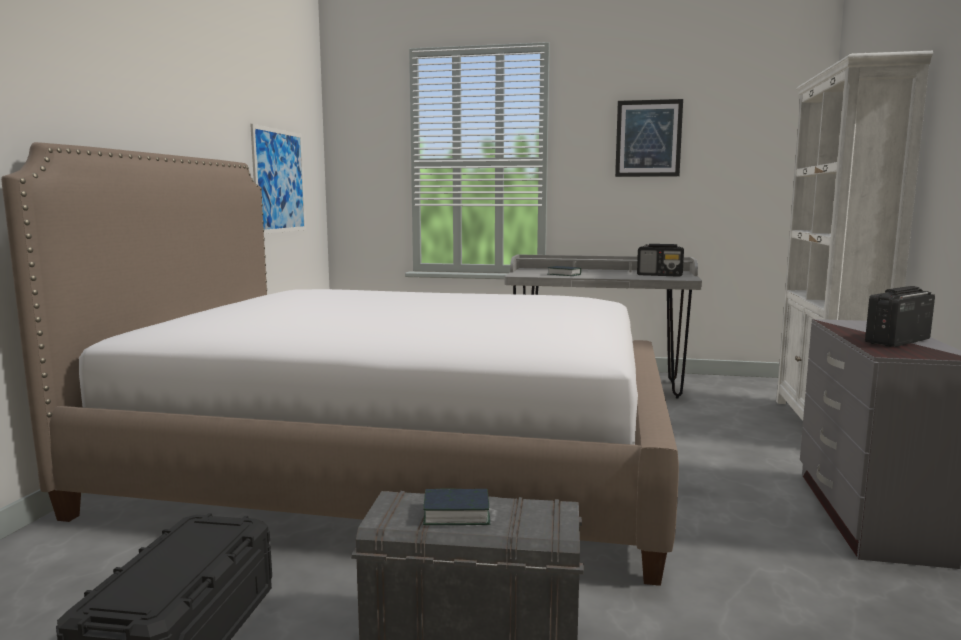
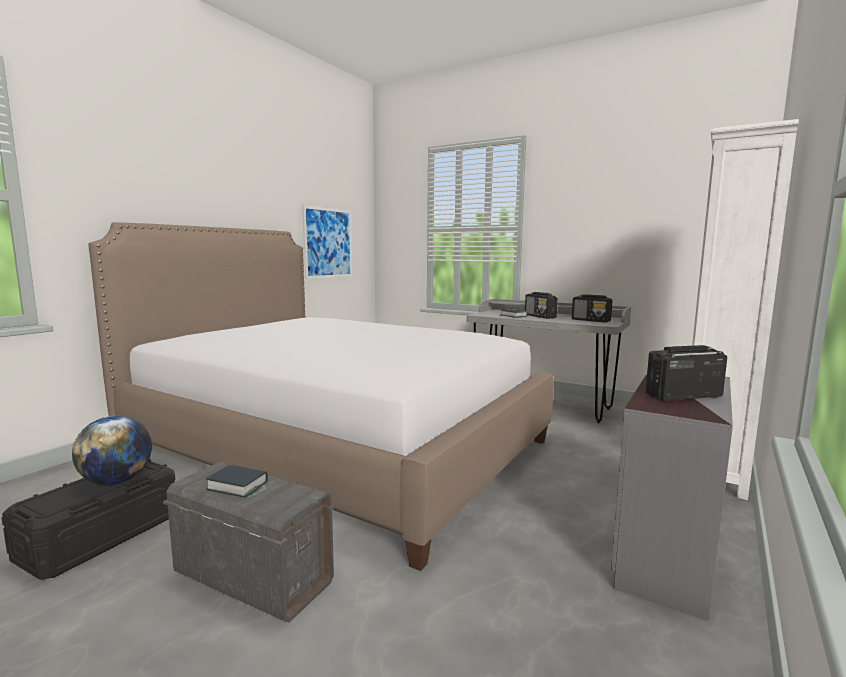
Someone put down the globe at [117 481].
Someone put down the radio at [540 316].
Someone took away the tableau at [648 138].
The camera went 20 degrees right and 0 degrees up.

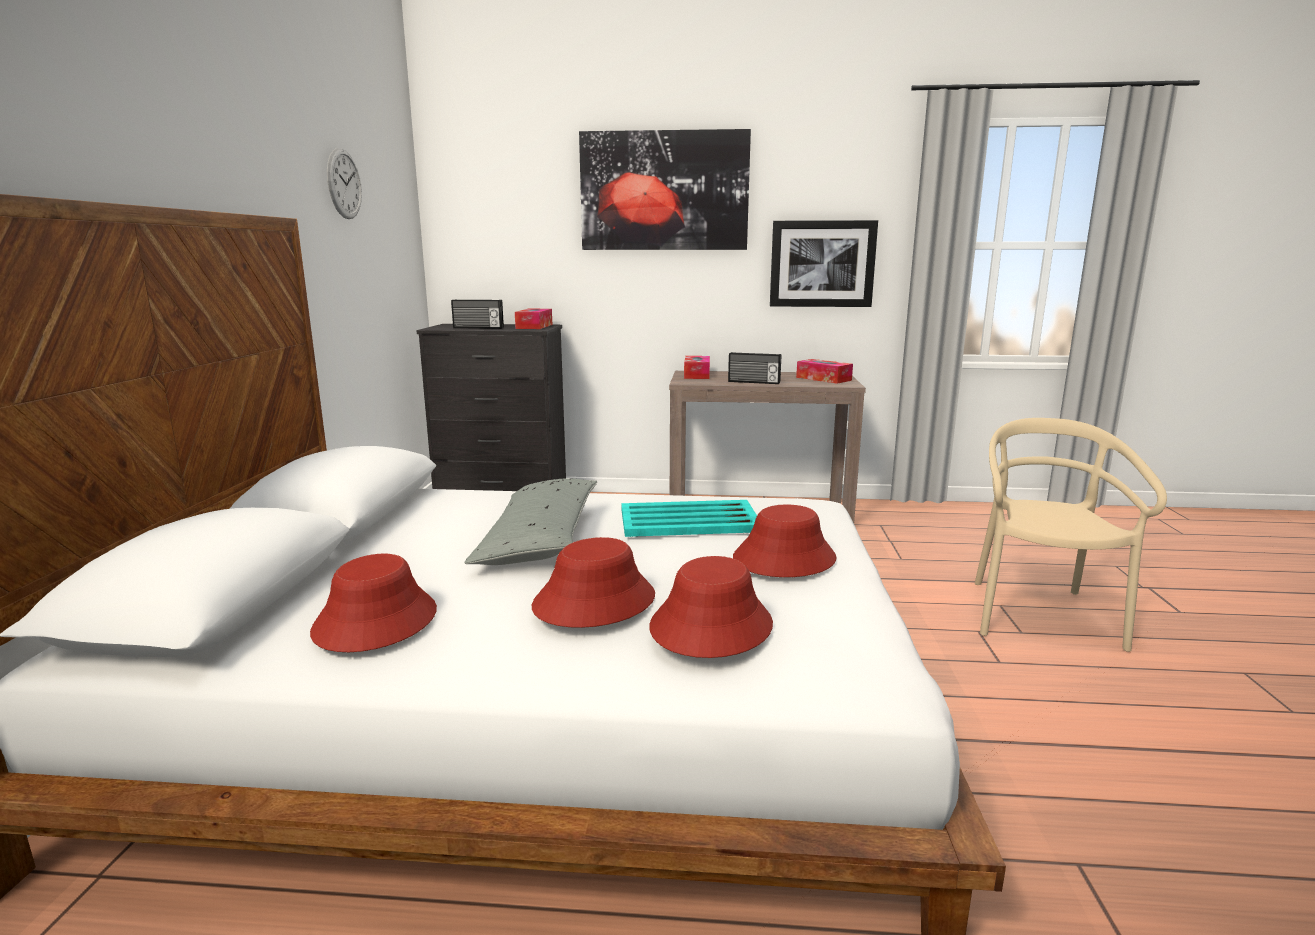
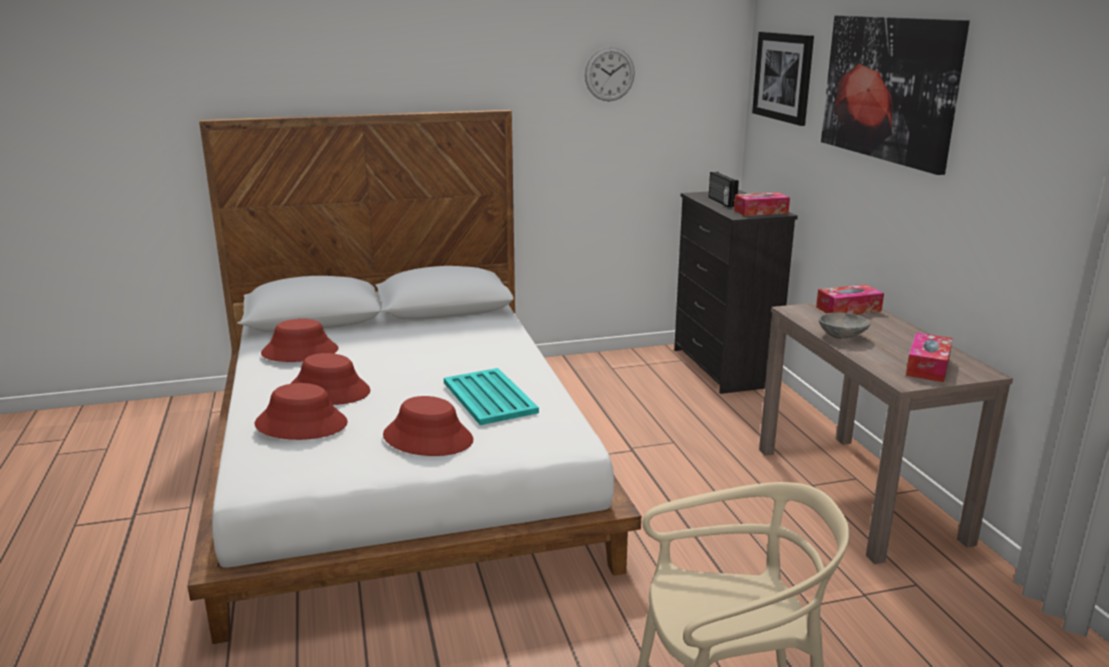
Someone carried the tableau from [822 264] to [783 77].
Someone swapped the radio at [754 382] for the bol [gris] at [843 336].
Someone took away the coussin [gris] at [539 539].
The camera went 70 degrees right and 5 degrees up.

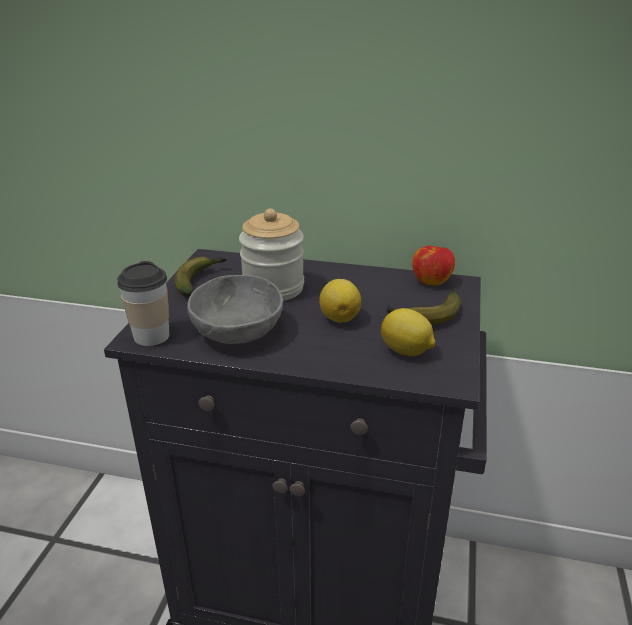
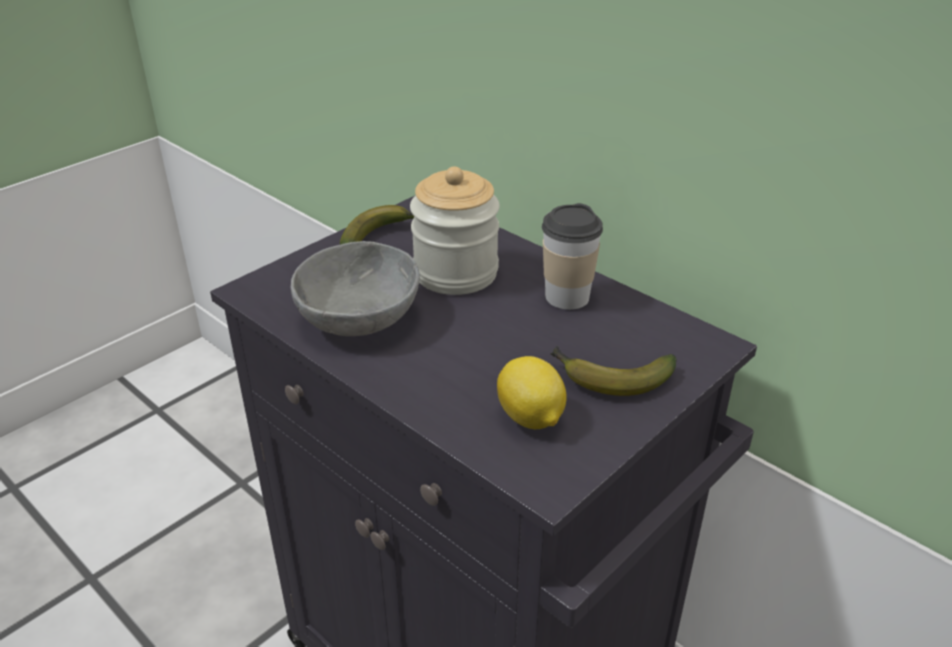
Someone carried the tasse from [151 336] to [567 297].
Someone took away the citron at [340 317].
Someone took away the pomme at [431 281].
The camera went 30 degrees right and 5 degrees up.

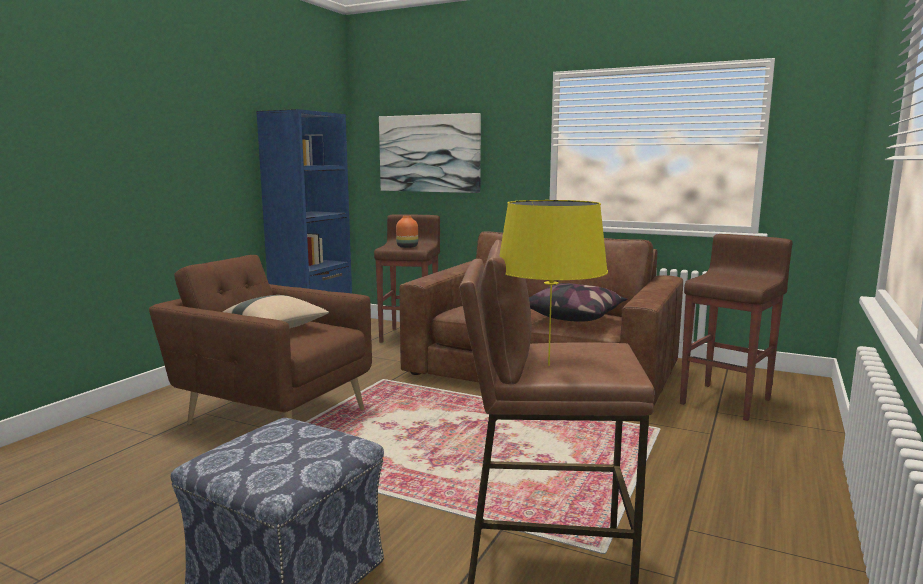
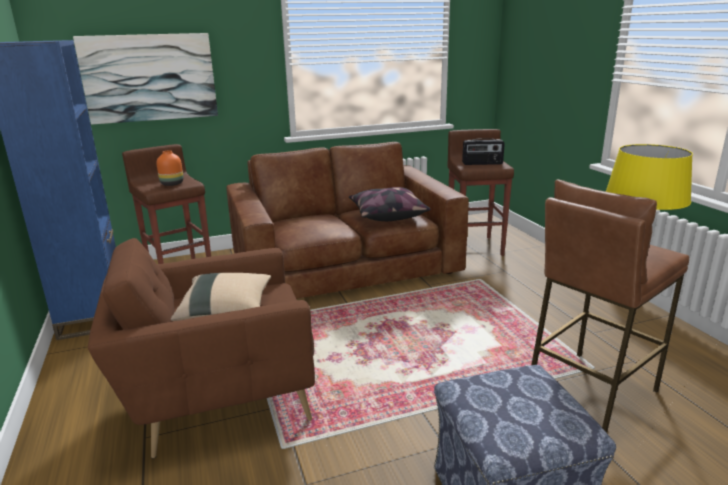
Someone put down the radio at [482 163].
The camera went 45 degrees left and 10 degrees up.

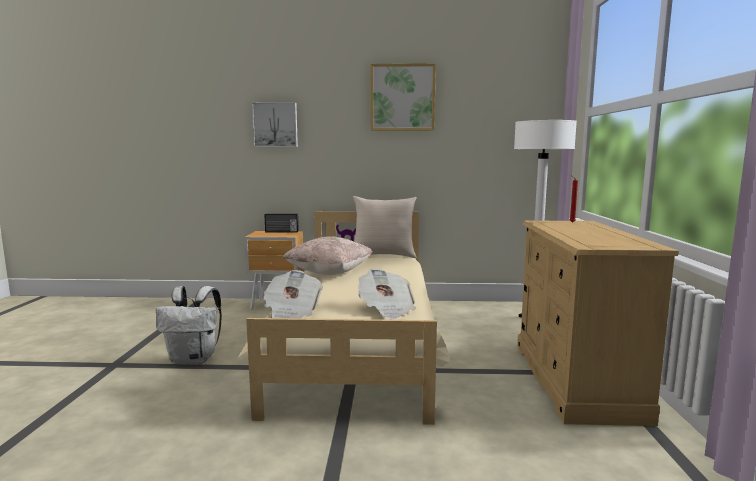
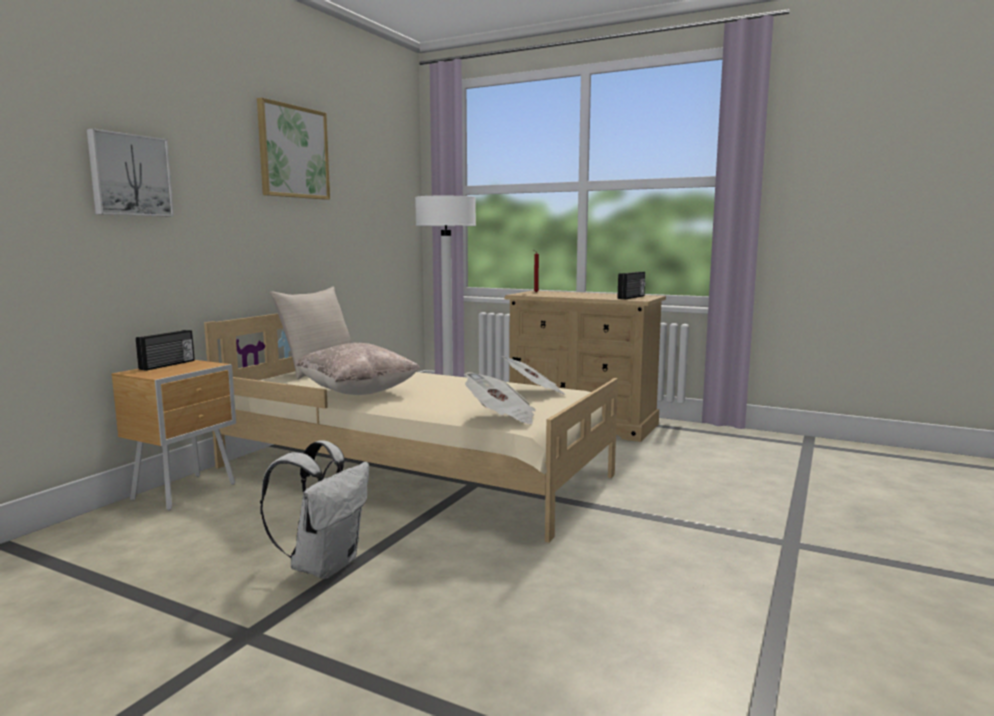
Someone put down the radio at [632 297].
The camera went 65 degrees left and 0 degrees up.

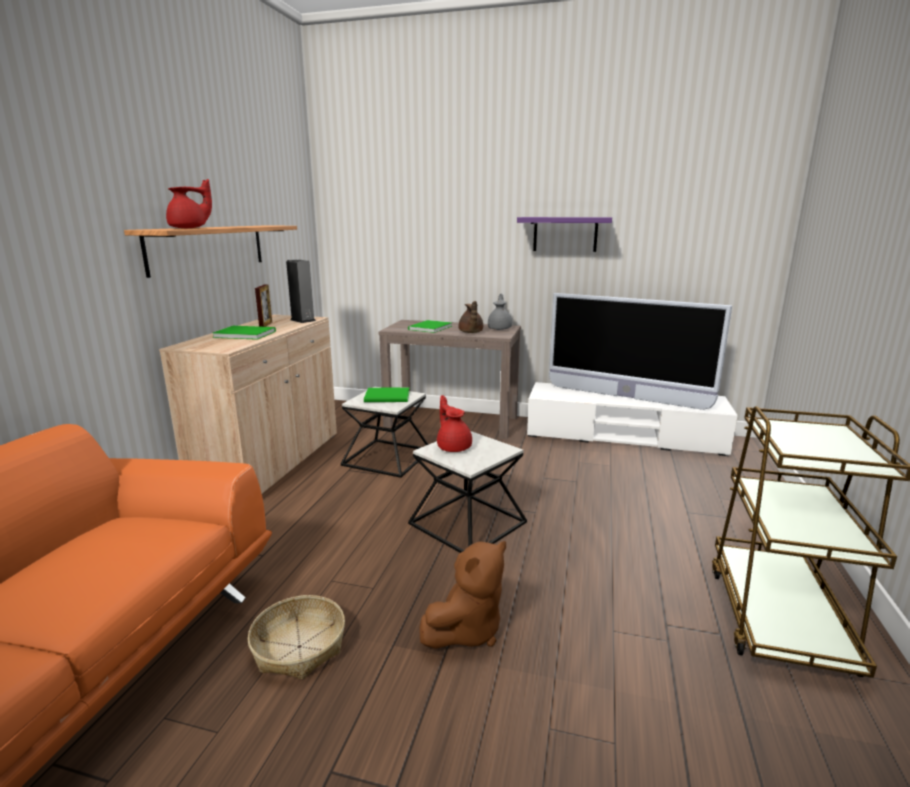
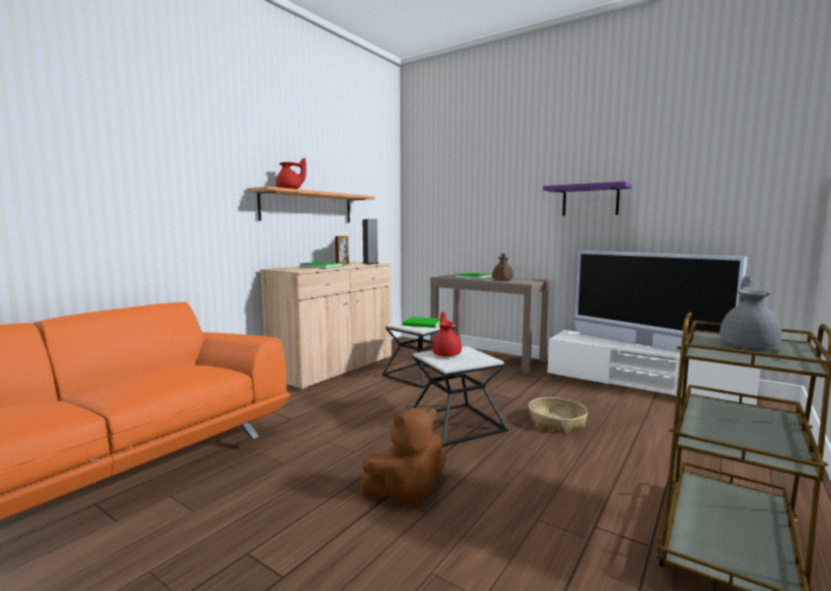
Someone carried the panier from [299 647] to [556 422].
Someone carried the théière [gris] from [500 328] to [748 344].
The camera went 20 degrees right and 10 degrees down.

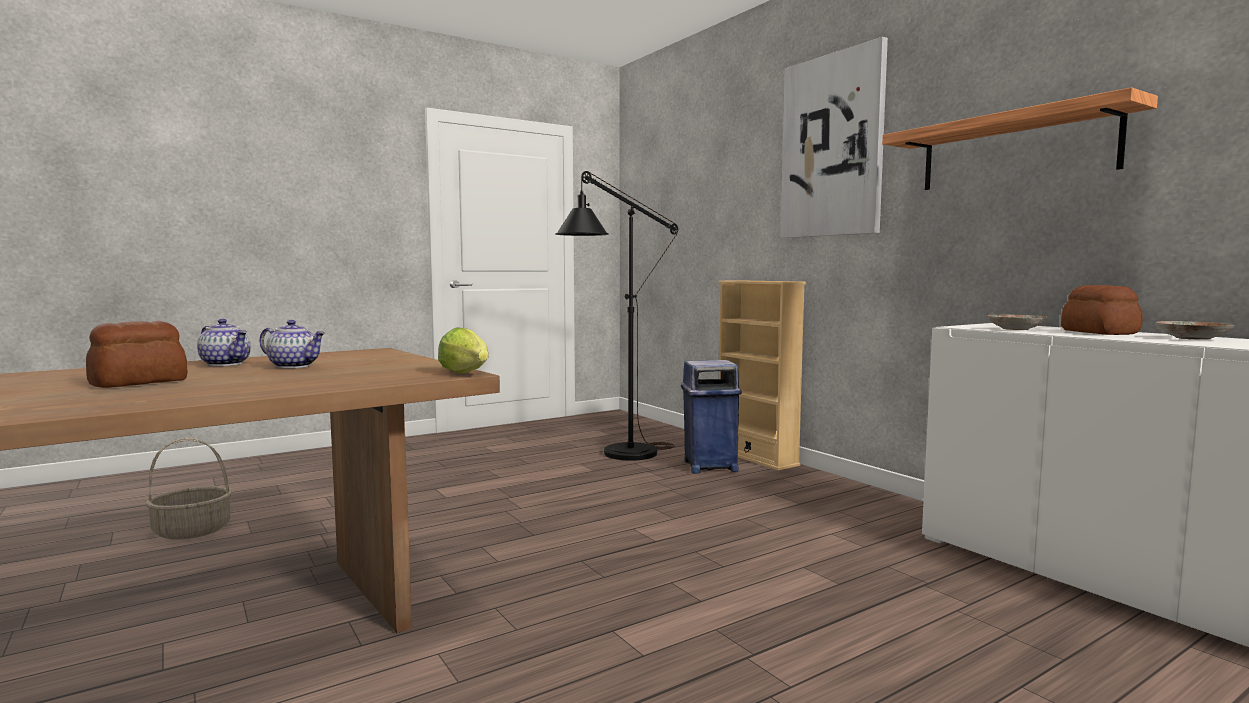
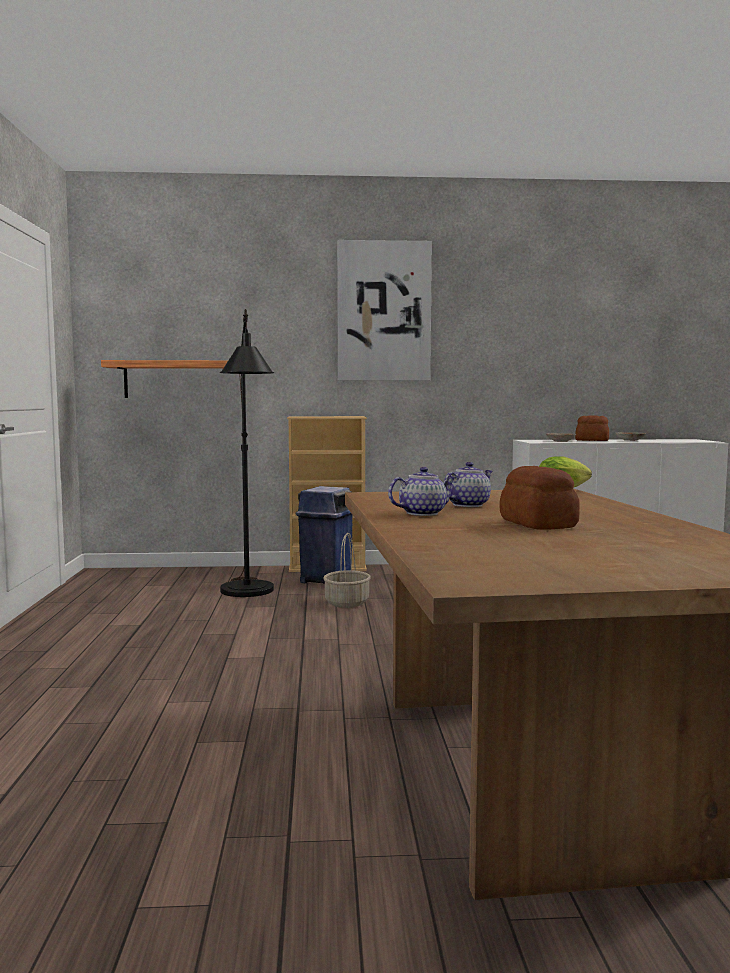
Someone carried the étagère from [1015 150] to [184 380].
Someone carried the panier from [191 531] to [347 603].
The camera went 60 degrees left and 0 degrees up.

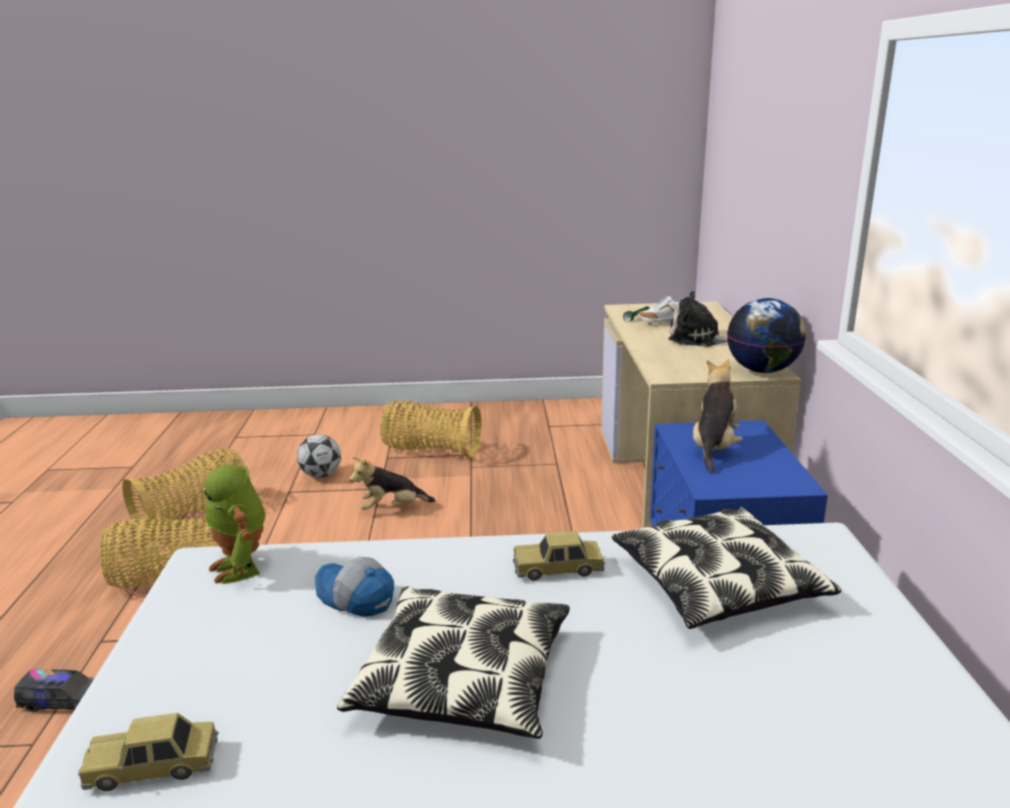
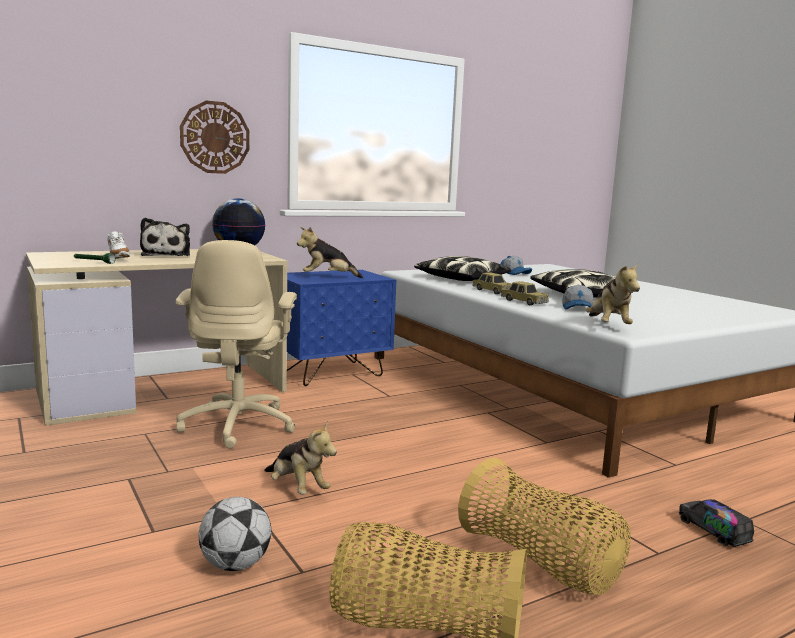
Someone put down the chaise de bureau [beige] at [239 425].
Someone put up the horloge murale at [215 137].
Someone put down the casquette at [515 273].
Someone carried the petite voiture from [154 766] to [523 302].
Someone swapped the robot jouet at [242 567] for the peluche at [608 326].
Someone took away the panier at [430 450].
The camera went 120 degrees left and 10 degrees down.

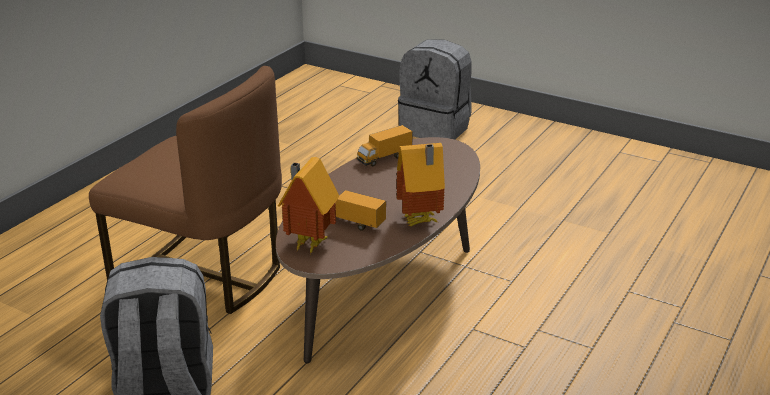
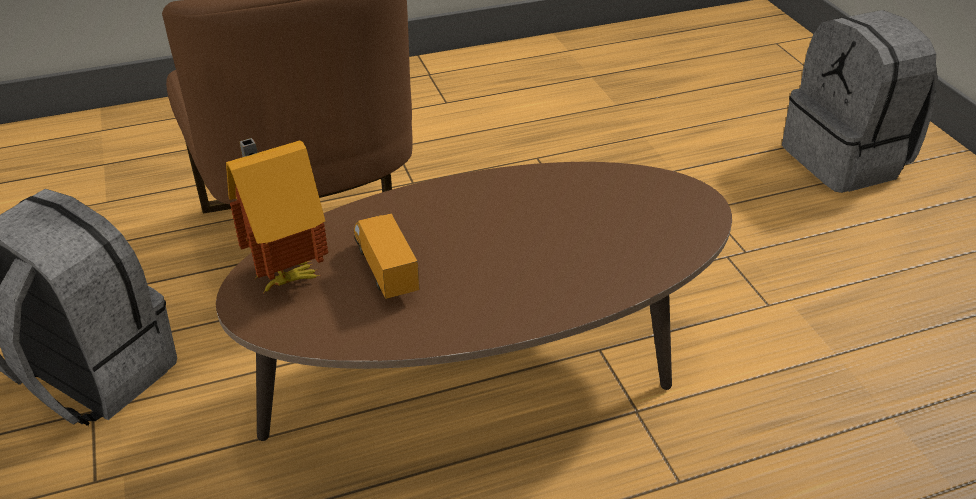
Someone took away the camion jouet at [384 158].
Someone took away the maison miniature at [420 222].
The camera went 40 degrees right and 10 degrees up.

